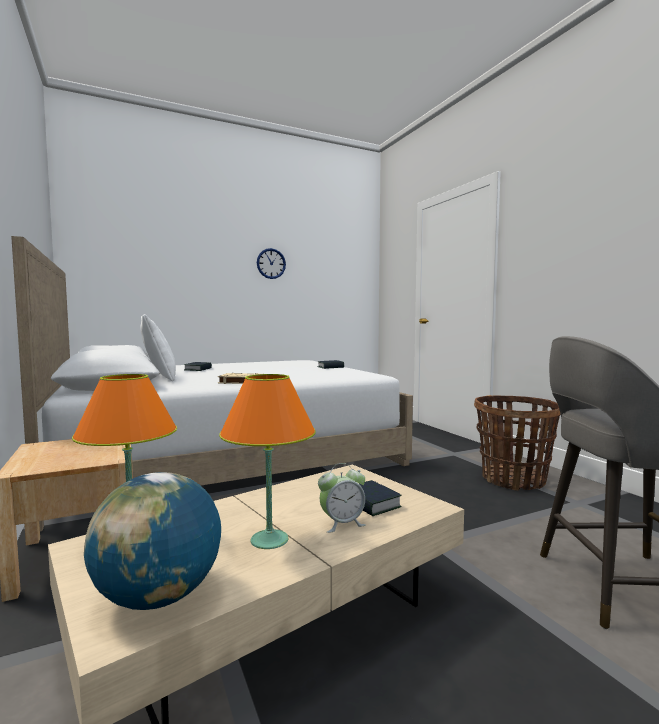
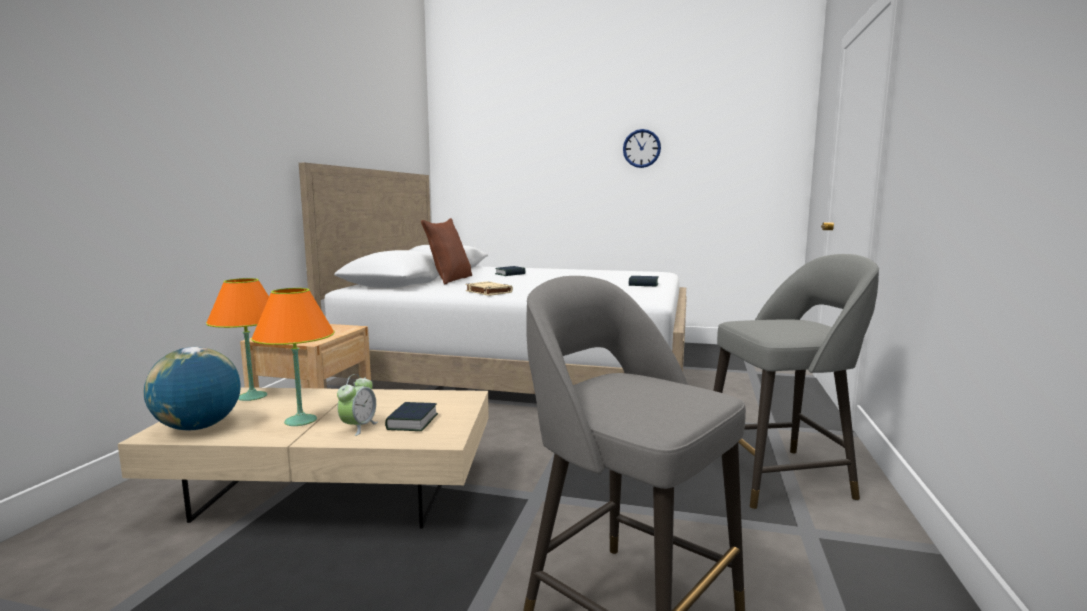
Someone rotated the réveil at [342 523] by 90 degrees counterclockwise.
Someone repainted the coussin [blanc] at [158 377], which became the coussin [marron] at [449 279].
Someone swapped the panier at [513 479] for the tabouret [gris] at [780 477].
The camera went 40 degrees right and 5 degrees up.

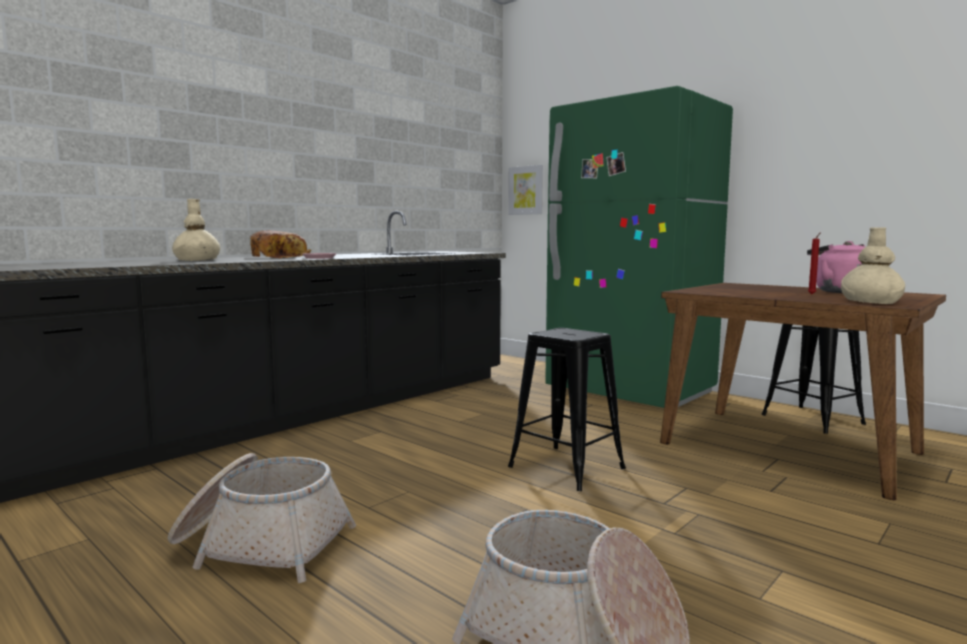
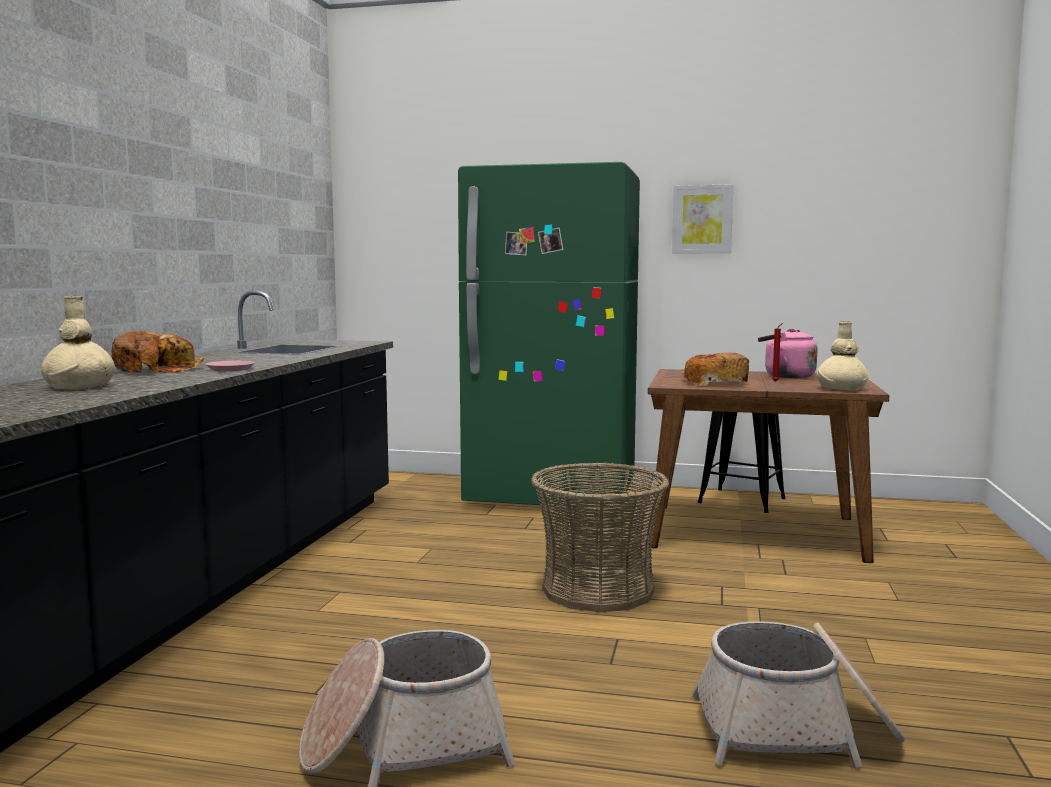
Someone swapped the tabouret [noir] at [566 467] for the panier at [598 590].
Someone carried the tableau from [526 190] to [702 219].
Someone put down the pain at [714 383].
The camera went 30 degrees left and 0 degrees up.

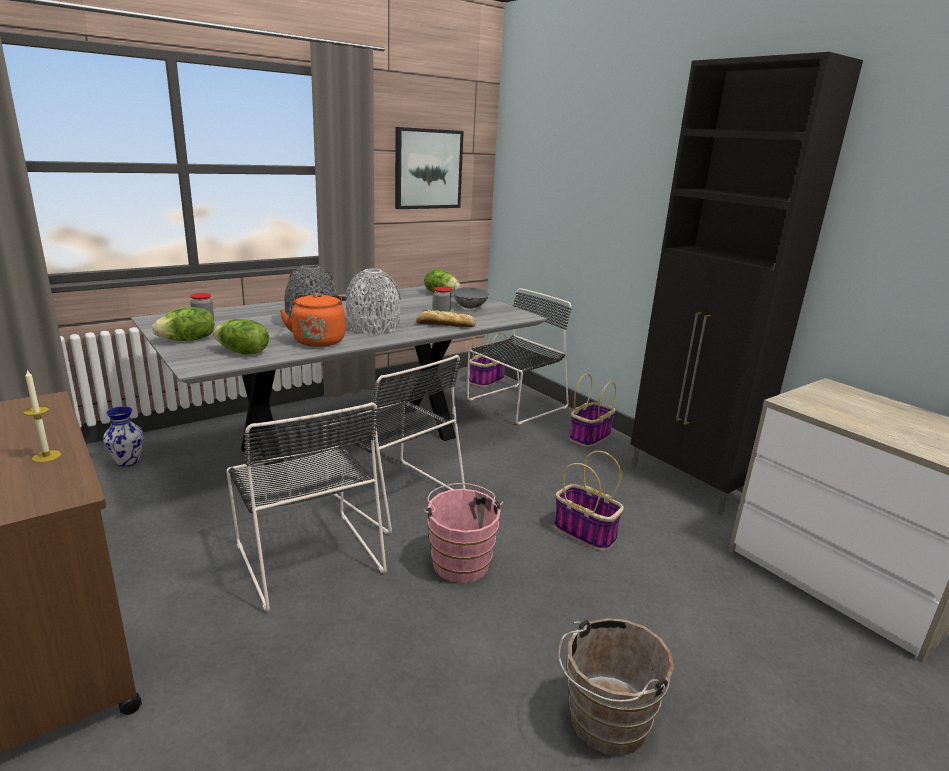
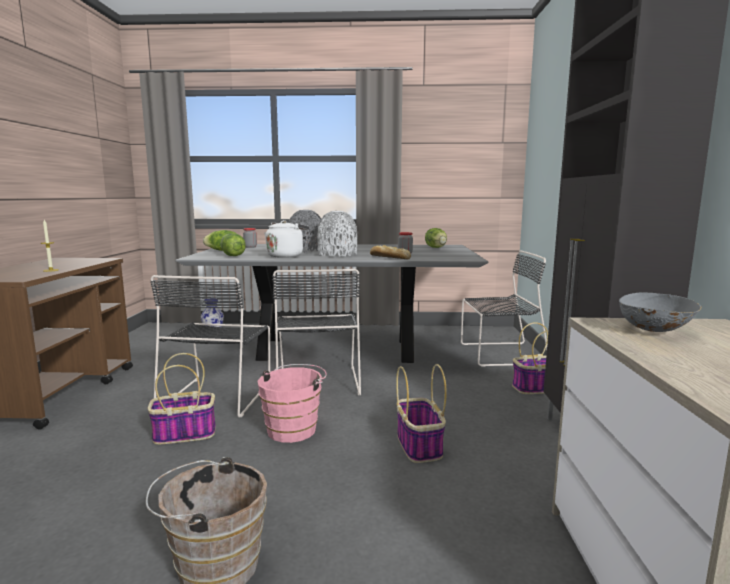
Someone carried the panier from [486 380] to [183 434].
Someone repainted the bouilloire [orange] at [319 340], which became the bouilloire [blanc] at [286 256].
Someone carried the bol [gris] from [470 307] to [655 330].
Someone took away the tableau at [428 169].
The camera went 40 degrees right and 10 degrees down.

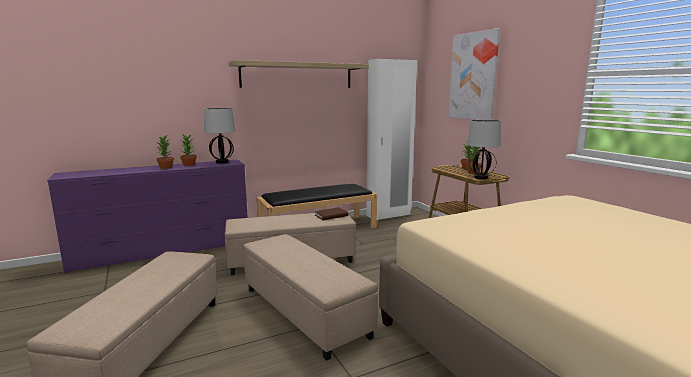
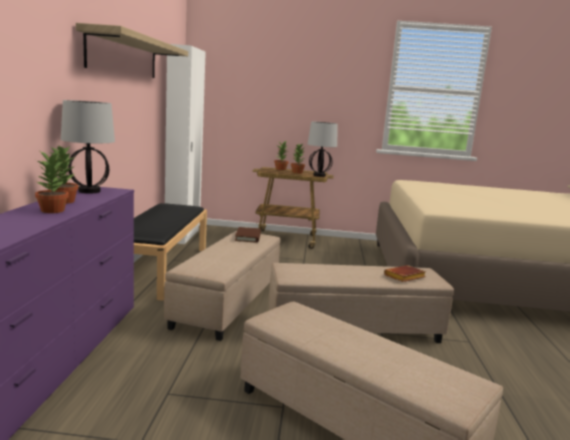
Someone put down the livre [marron] at [404 277].
Someone took away the tableau at [473 76].
The camera went 60 degrees left and 0 degrees up.

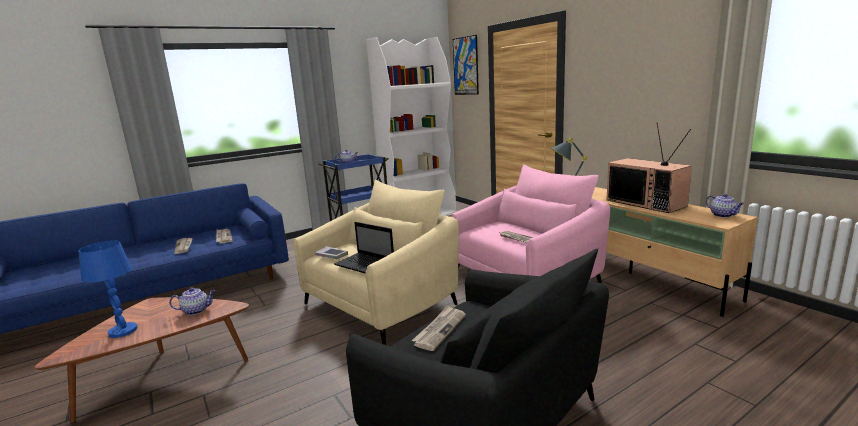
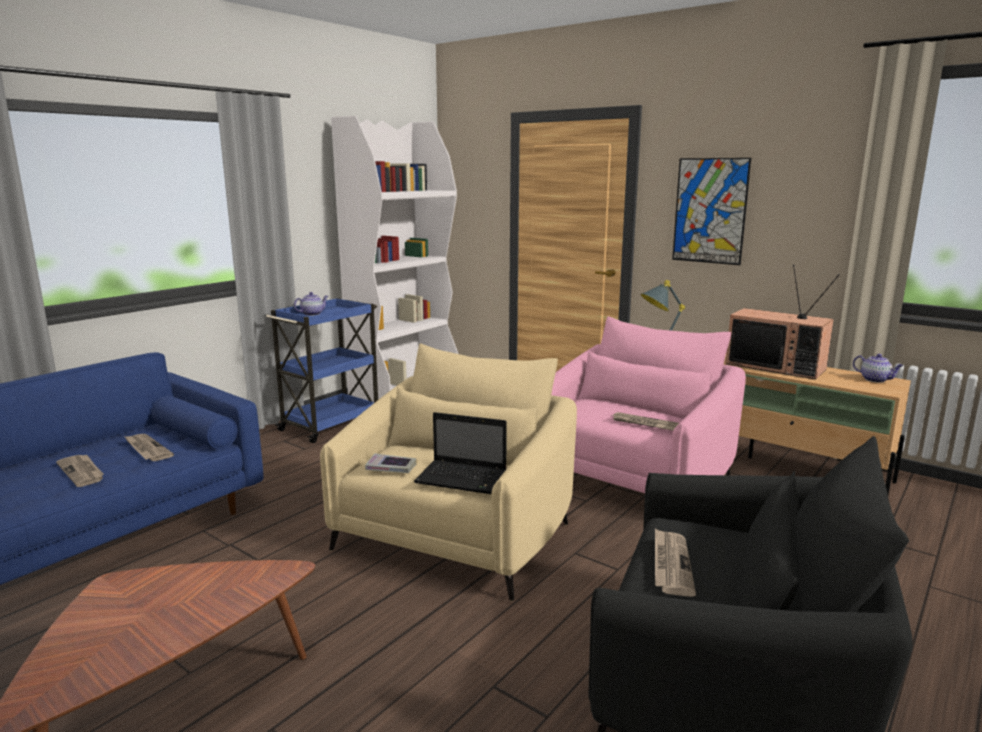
Someone carried the tableau from [465 66] to [710 211].
Someone took away the lampe de table [bleu] at [123 331].
Someone took away the théière at [196 310].
The camera went 20 degrees left and 0 degrees up.

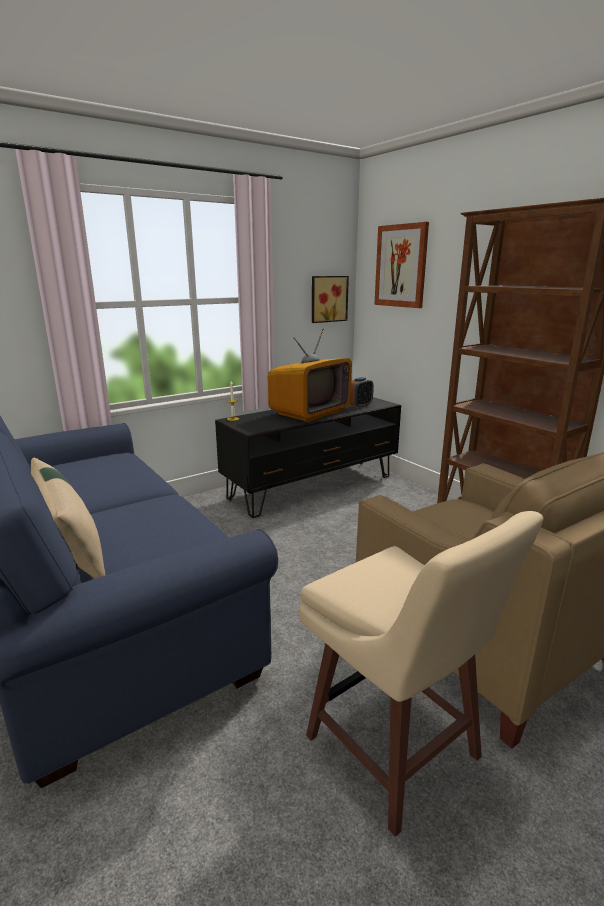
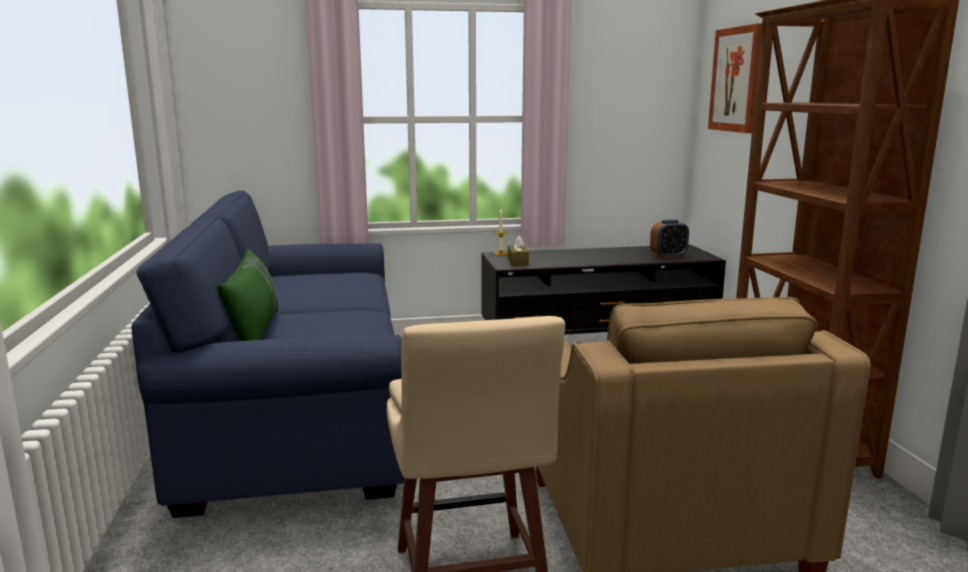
Someone repainted the coussin [beige] at [72 550], which became the coussin [vert] at [254 333].
Someone put down the boîte à mouchoirs [marron] at [517 262].
Someone took away the téléviseur at [310 412].
Someone took away the tableau at [328 299].
The camera went 25 degrees right and 5 degrees down.

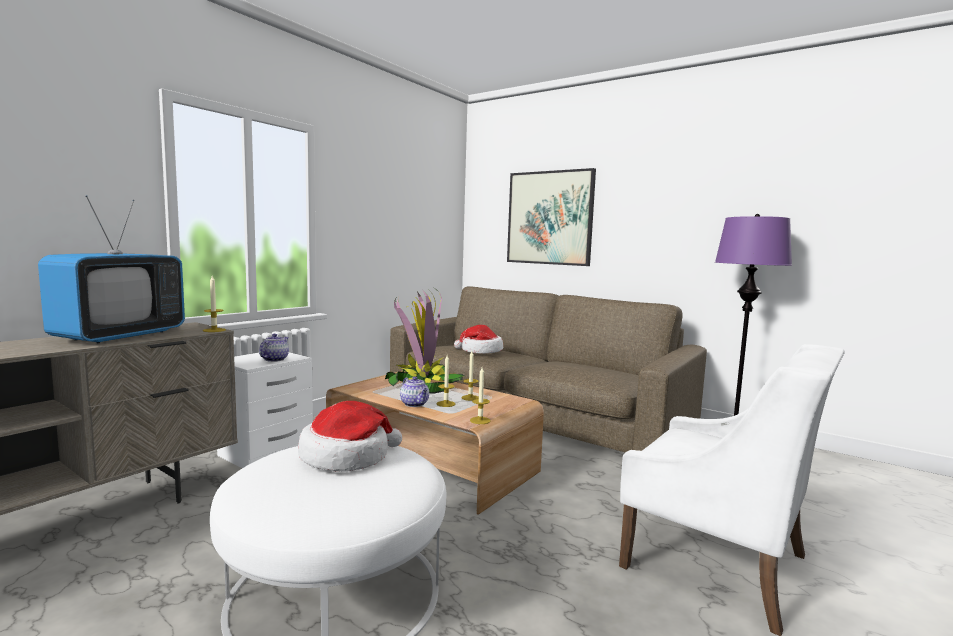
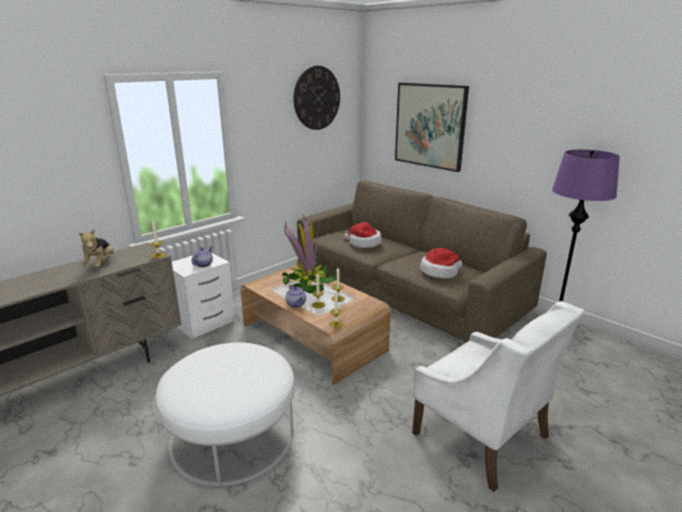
Someone swapped the téléviseur at [120 336] for the peluche at [100 264].
Someone put up the horloge murale at [317 98].
Someone carried the chapeau from [347 456] to [440 272].
The camera went 10 degrees right and 15 degrees up.

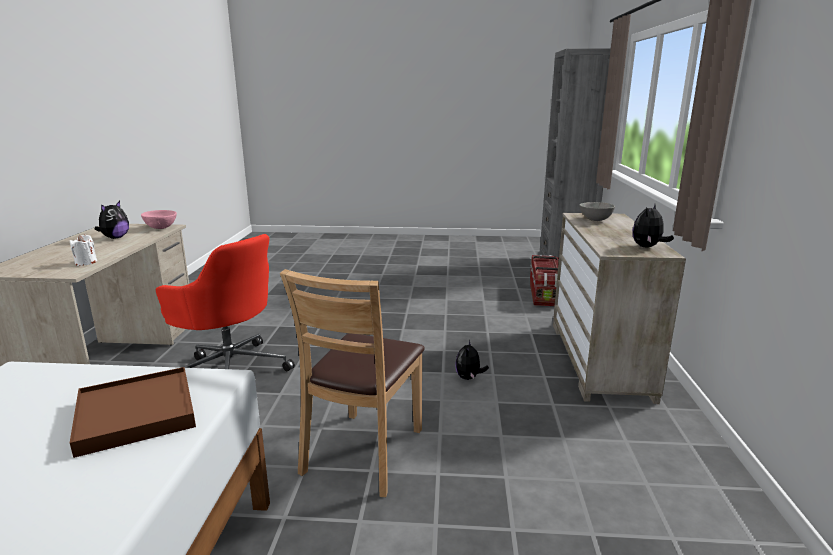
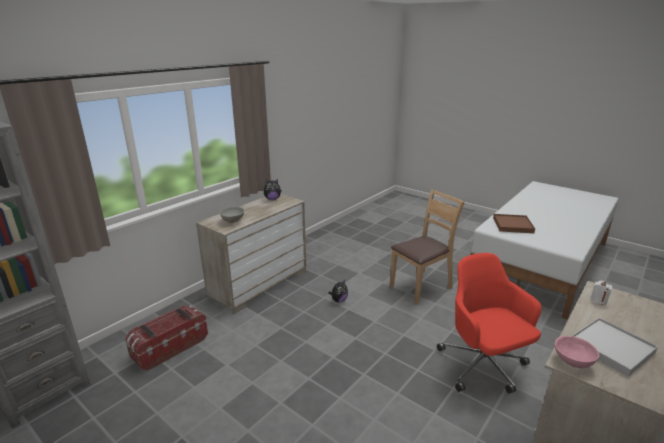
Someone swapped the peluche at [115 238] for the plateau [blanc] at [611 348].
The camera went 145 degrees left and 5 degrees up.

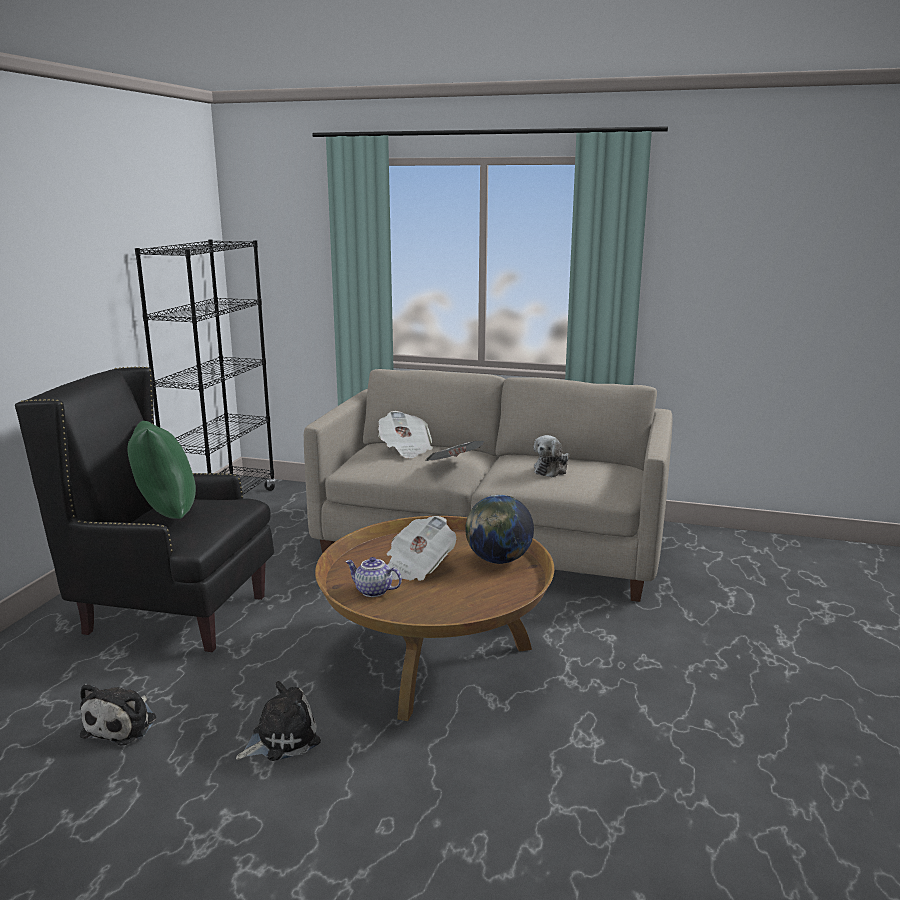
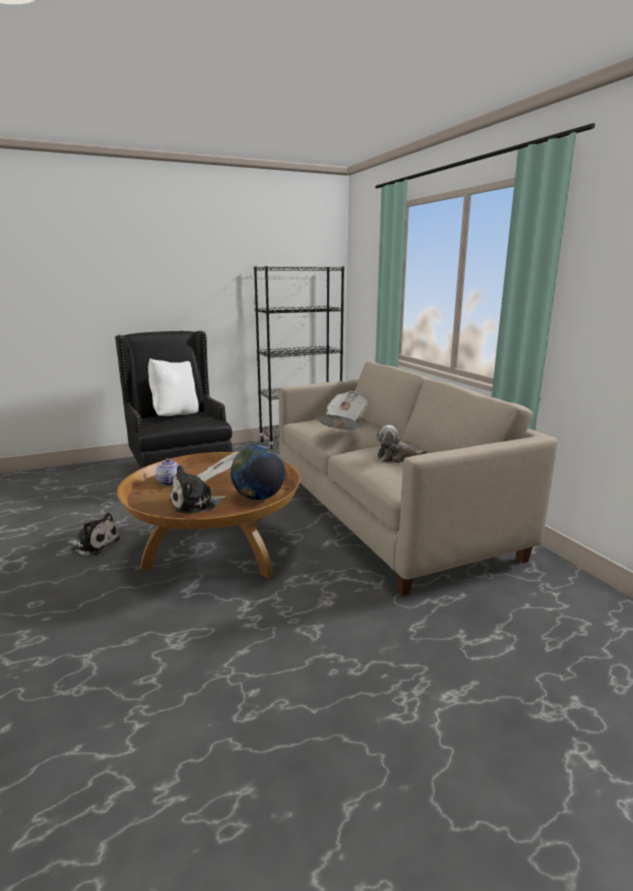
Someone repainted the coussin [vert] at [165 515], which became the coussin [blanc] at [175 415].
Someone carried the peluche from [123 725] to [196 504].
The camera went 50 degrees right and 0 degrees up.

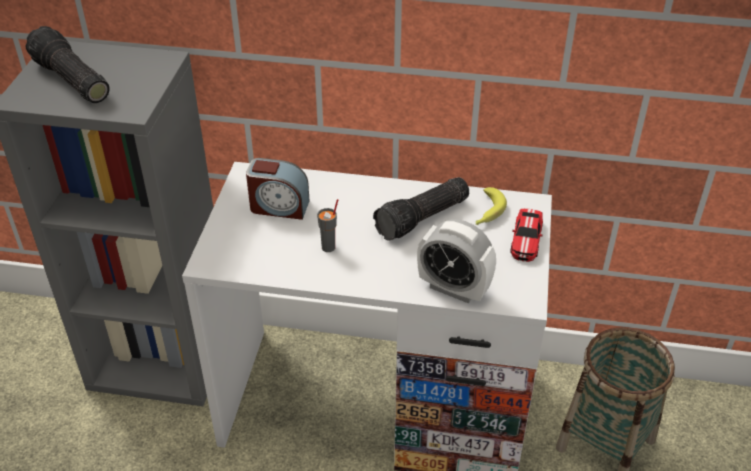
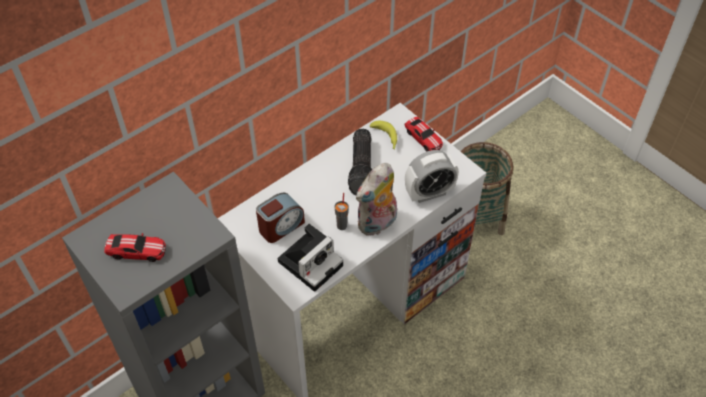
Someone swapped the lampe de poche at [70 81] for the petite voiture at [136 250].
Someone put down the appareil photo at [311 261].
Someone put down the peluche at [377 224].
The camera went 50 degrees left and 10 degrees up.

